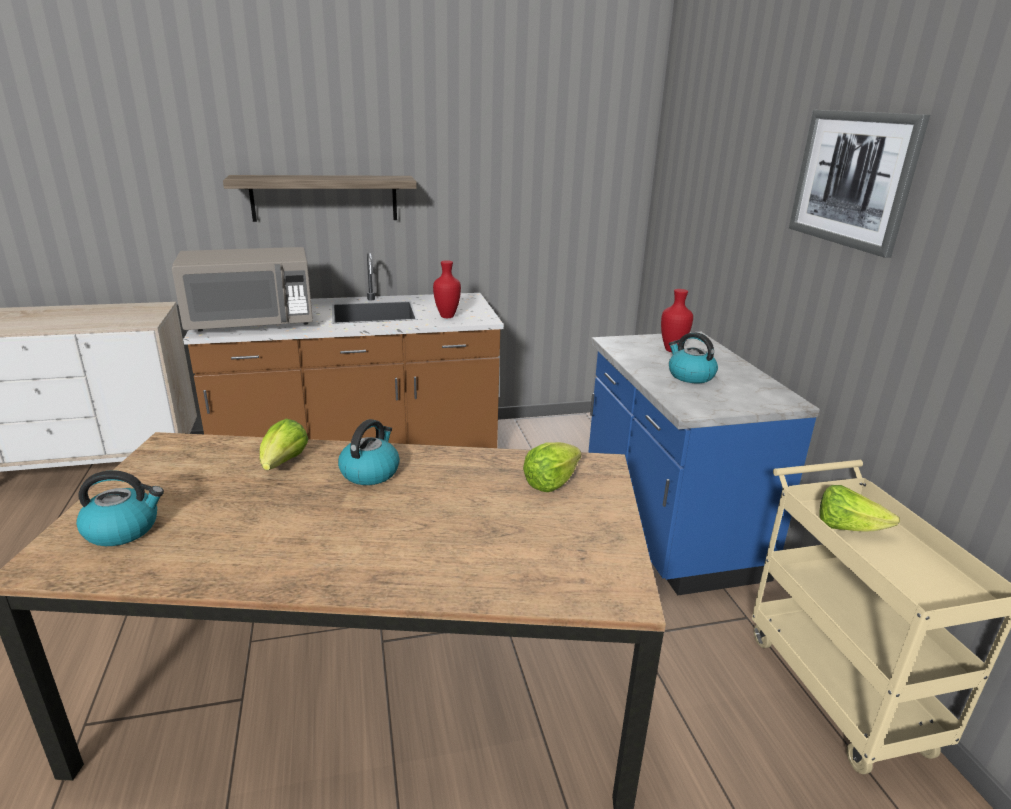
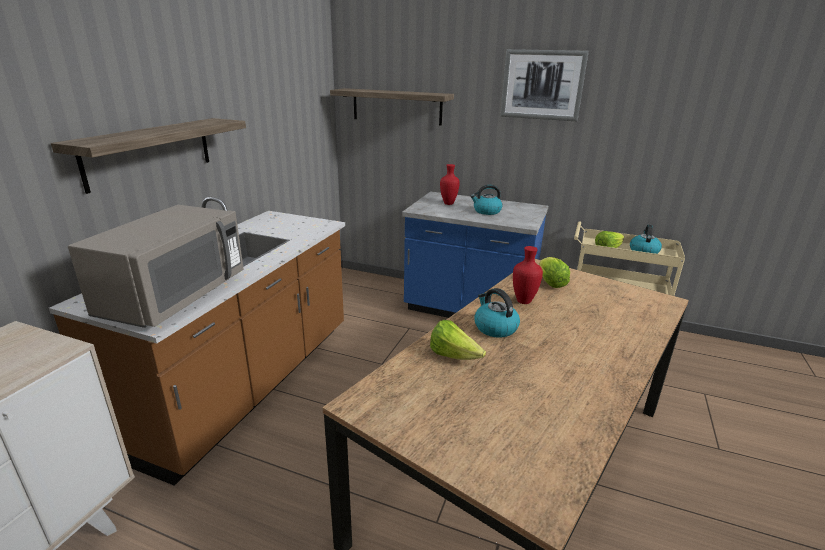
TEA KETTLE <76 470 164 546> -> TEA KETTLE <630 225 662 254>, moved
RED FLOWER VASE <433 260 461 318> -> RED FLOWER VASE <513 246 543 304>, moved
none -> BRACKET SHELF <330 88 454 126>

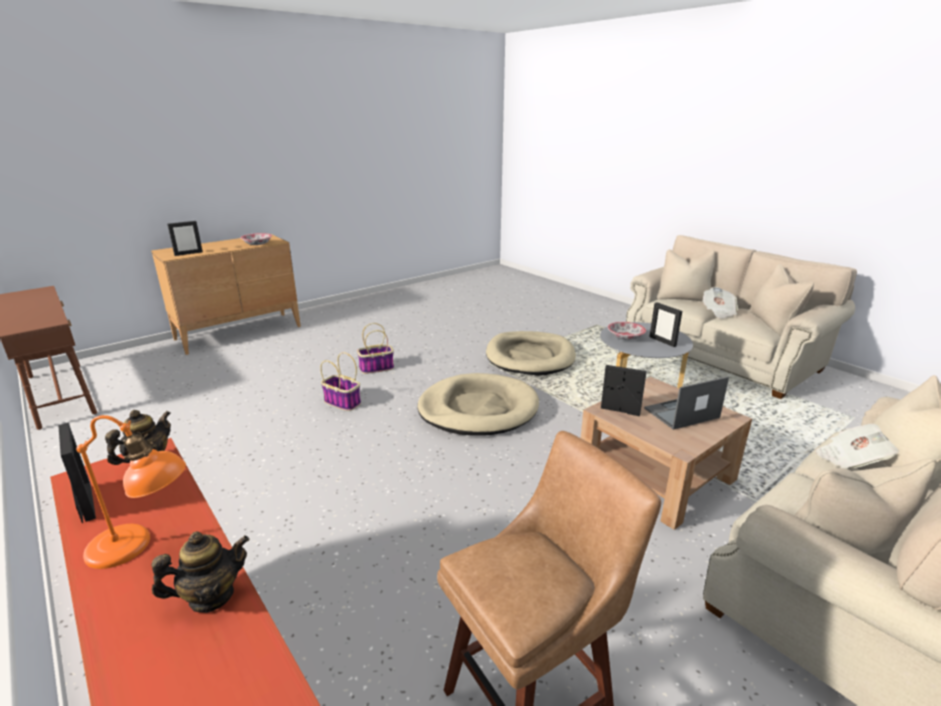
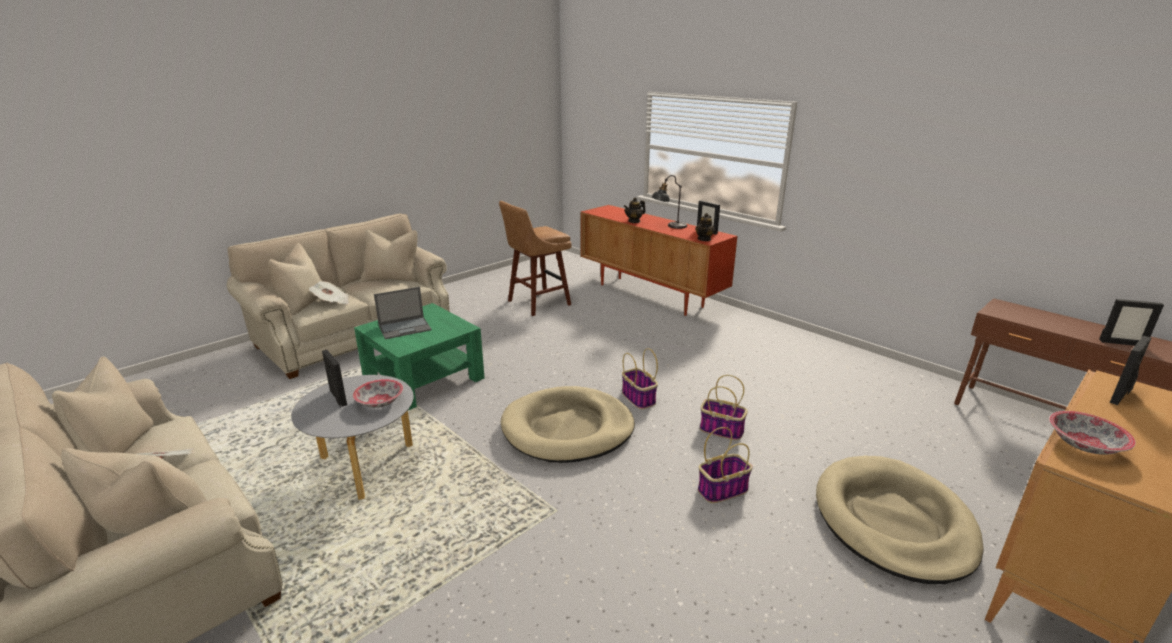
ORANGE TABLE LAMP <76 415 186 569> -> GREY TABLE LAMP <652 175 687 229>
SAND-COLOURED DOG CUSHION <486 331 576 376> -> SAND-COLOURED DOG CUSHION <816 456 984 584>, moved
BROWN-COLOURED LOUNGE TABLE <581 377 752 530> -> GREEN LOUNGE TABLE <354 303 485 410>
PHOTO FRAME <601 365 647 416> -> PHOTO FRAME <1099 299 1164 346>, moved
none -> HOUSEHOLD BASKET <622 348 658 409>

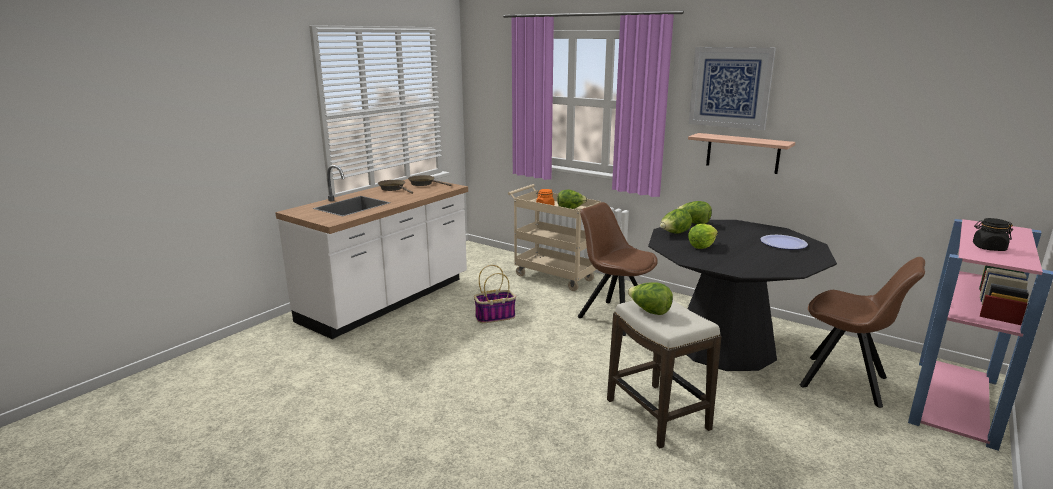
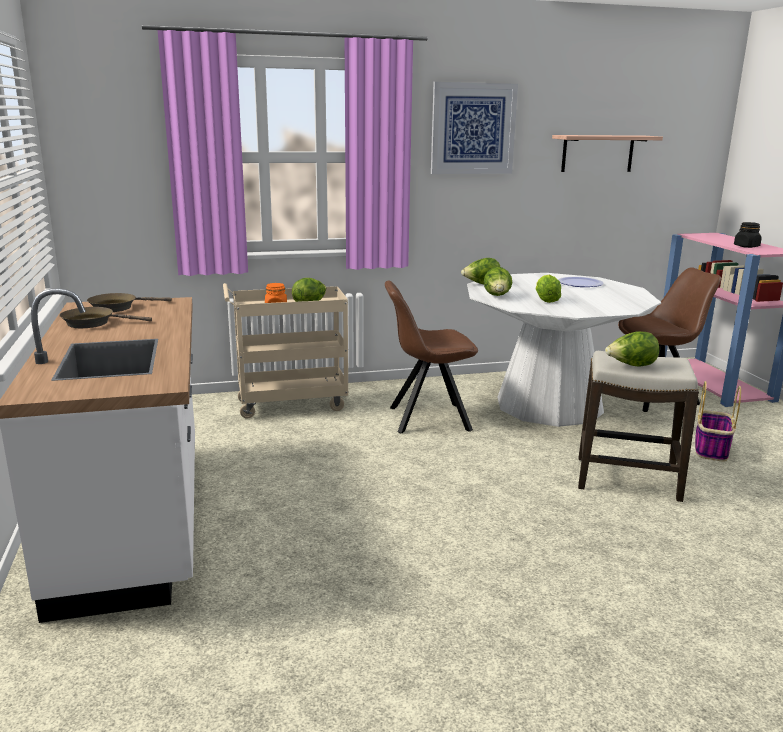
HOUSEHOLD BASKET <474 265 516 323> -> HOUSEHOLD BASKET <695 381 741 461>, moved
BLACKISH DINNER TABLE <648 220 837 371> -> WHITE DINNER TABLE <467 273 661 427>
BRACKET SHELF <688 133 795 174> -> BRACKET SHELF <552 135 663 172>, moved

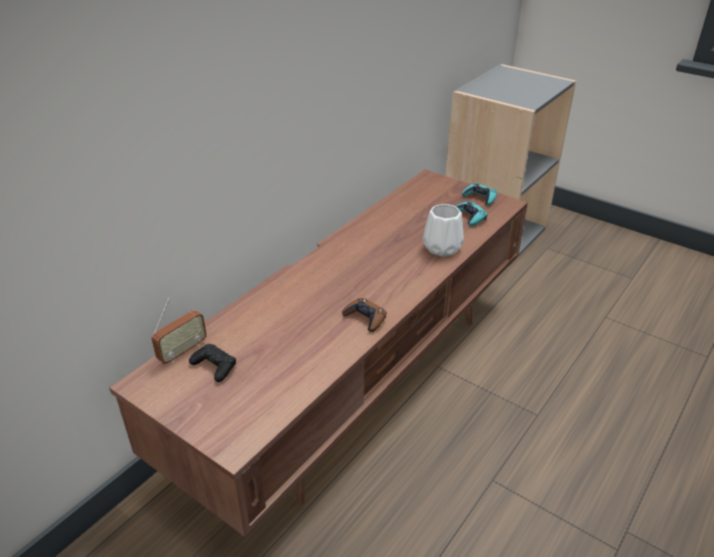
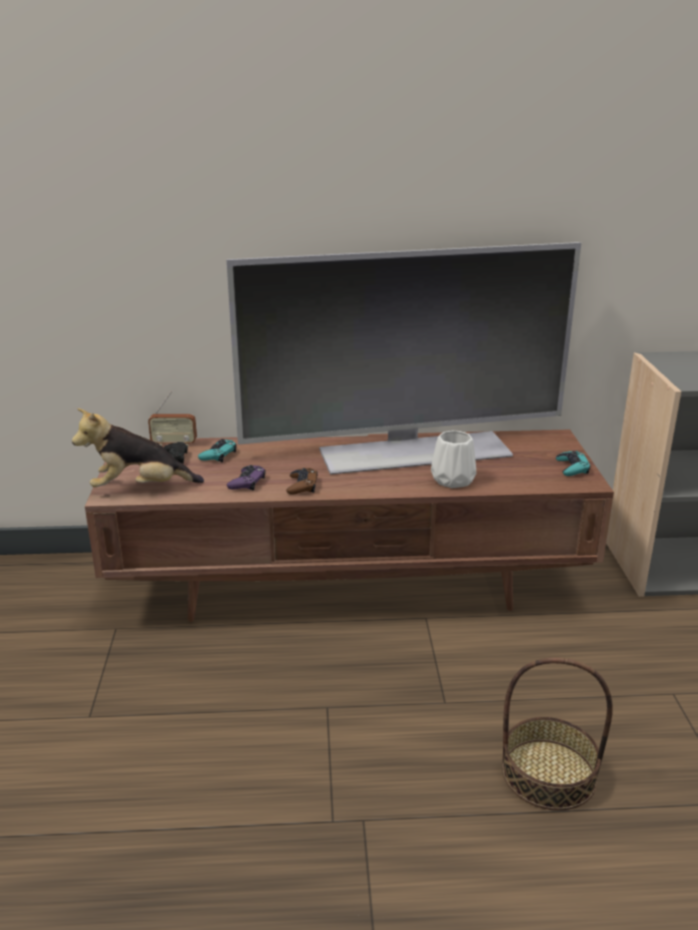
BLUE-GREEN GAME CONTROLLER <455 201 488 226> -> BLUE-GREEN GAME CONTROLLER <198 439 237 462>, moved
none -> CUDDLY TOY <72 408 204 487>
none -> TV <226 242 581 475>
none -> PURPLISH GAME CONTROLLER <227 465 265 490>
none -> HOUSEHOLD BASKET <502 658 613 811>

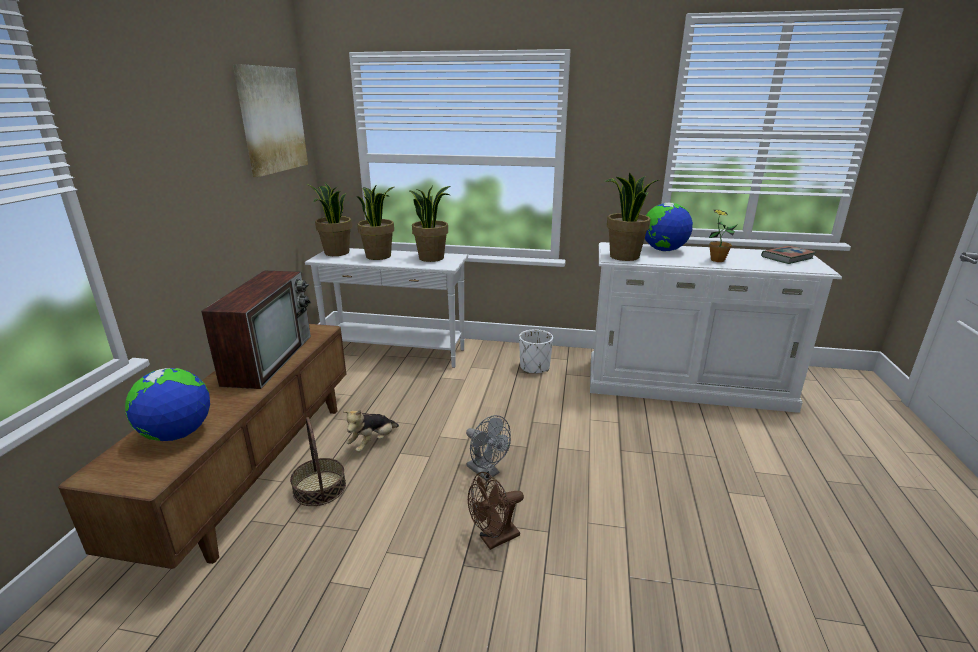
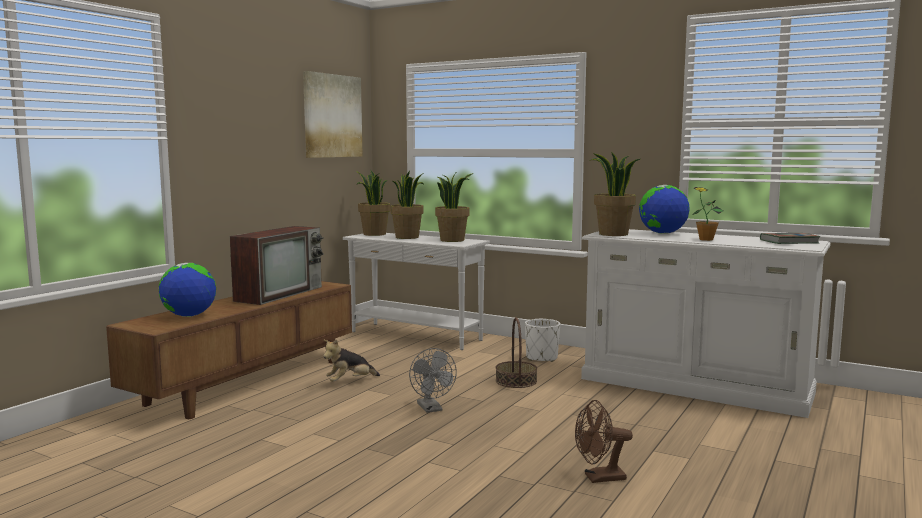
HOUSEHOLD BASKET <290 417 346 506> -> HOUSEHOLD BASKET <495 317 537 388>, moved
BROWN-COLOURED ELECTRIC FAN <468 472 524 550> -> BROWN-COLOURED ELECTRIC FAN <575 400 633 483>, moved

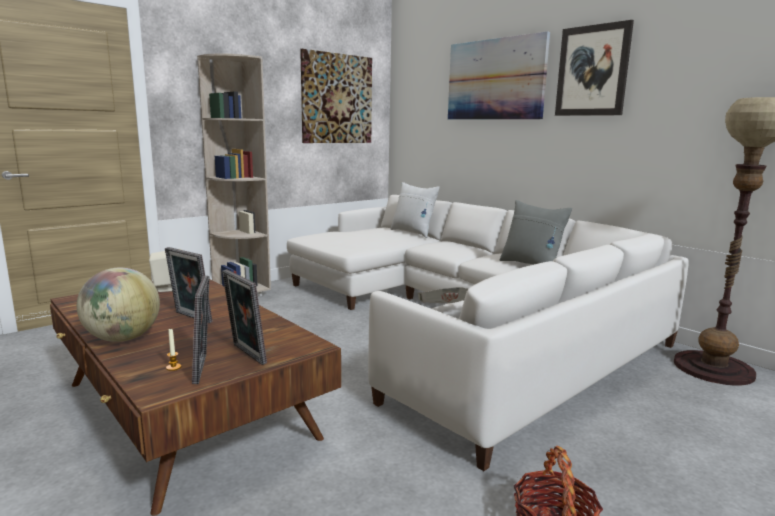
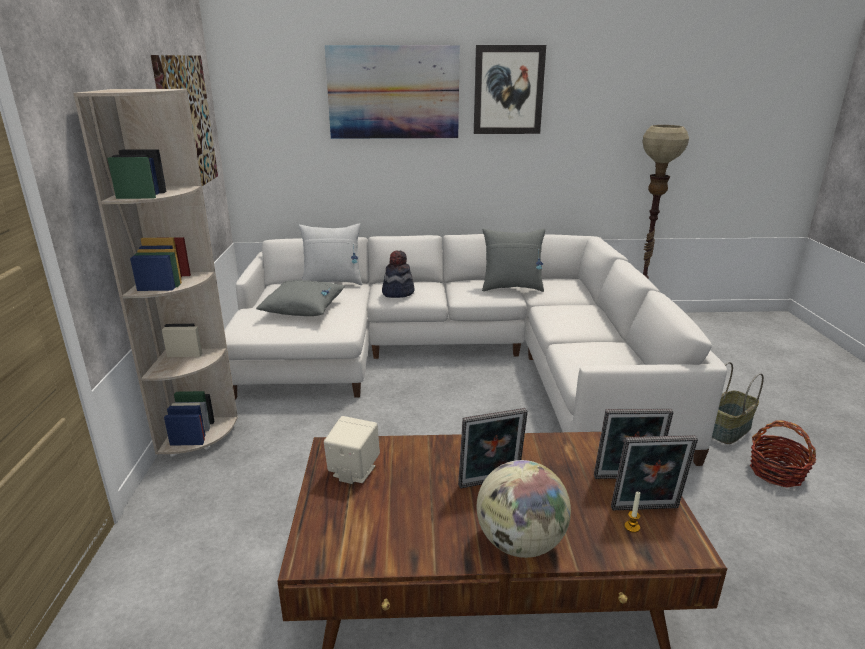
PHOTO FRAME <192 276 209 384> -> PHOTO FRAME <611 435 698 511>, 150 degrees clockwise
DAILY PAPER <417 287 468 303> -> none
none -> GREY CUSHION <256 280 345 316>
none -> HAT <382 251 415 298>
none -> HOUSEHOLD BASKET <712 362 764 444>

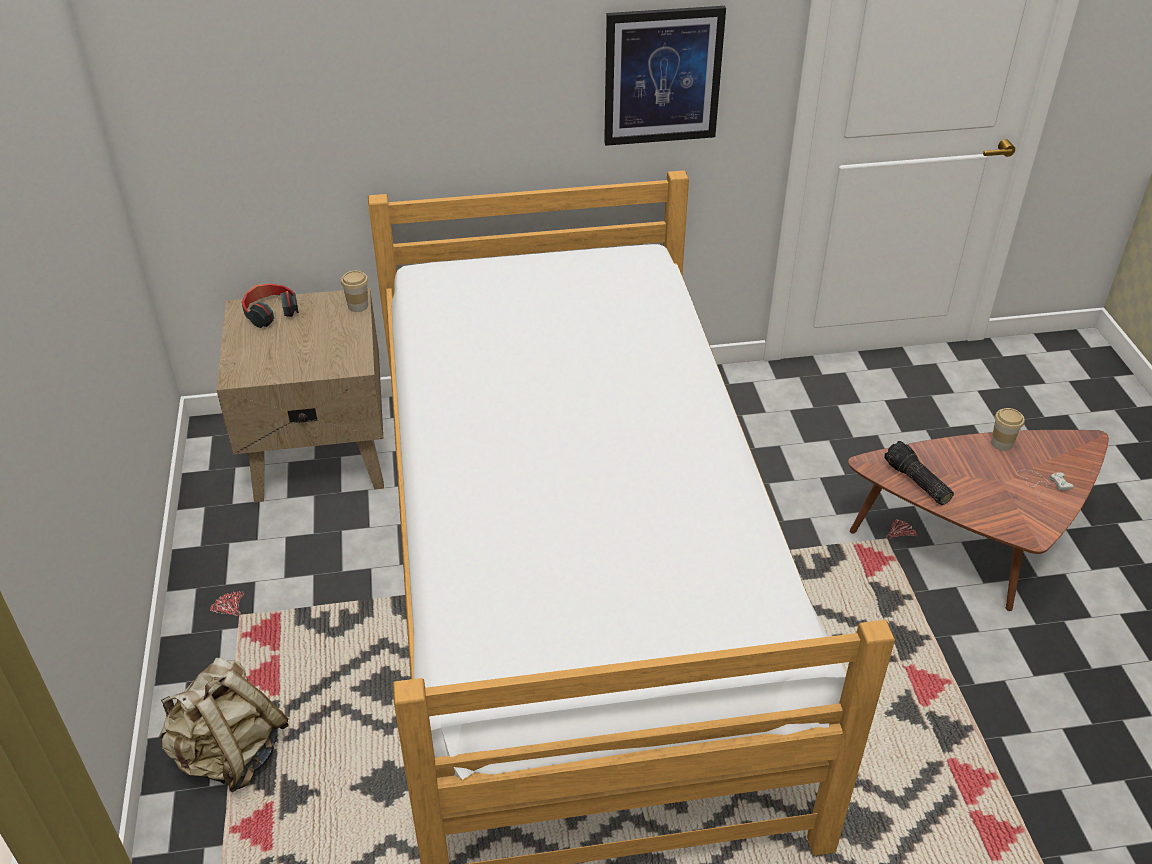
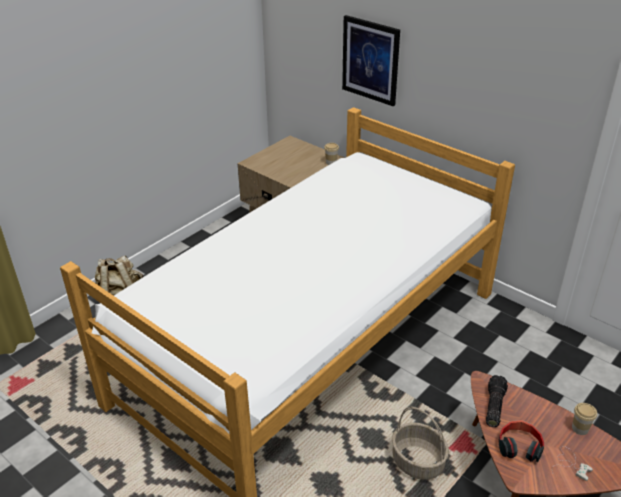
HEADPHONES <241 283 299 328> -> HEADPHONES <498 420 544 462>, moved
PICTURE <604 6 726 146> -> PICTURE <342 15 400 106>, moved
none -> HOUSEHOLD BASKET <392 407 449 480>

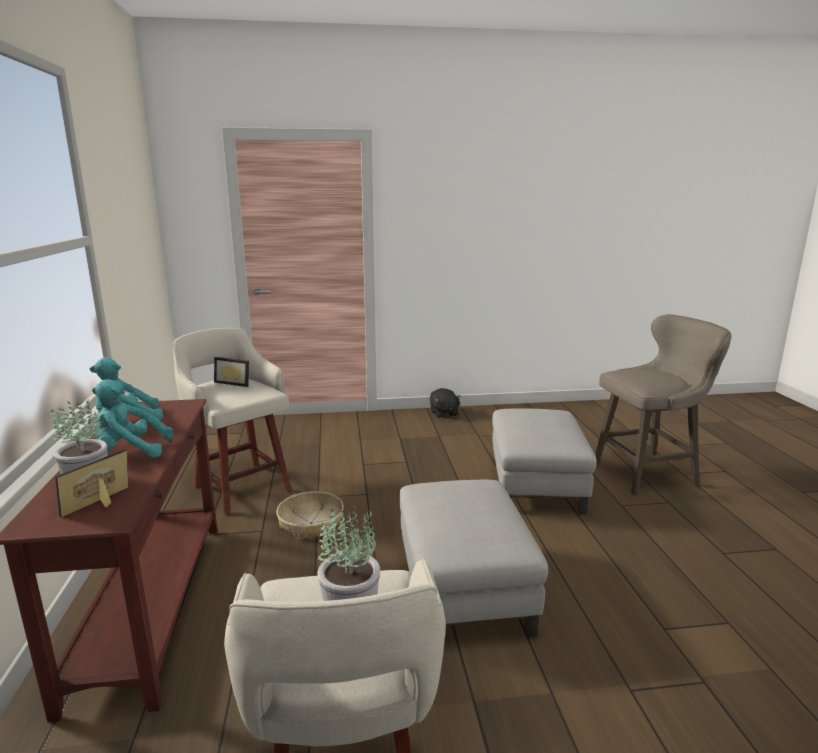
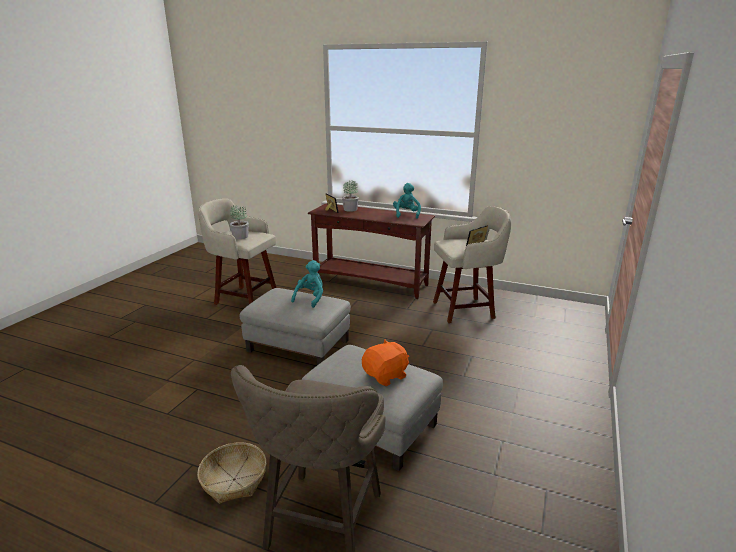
BLUE-GREEN CUDDLY TOY <92 379 173 458> -> BLUE-GREEN CUDDLY TOY <291 260 323 308>, moved
HOUSEHOLD BASKET <277 491 344 540> -> HOUSEHOLD BASKET <197 442 266 504>, moved
BLACKISH CUDDLY TOY <430 388 462 418> -> none
none -> ORANGE CUDDLY TOY <362 339 409 386>

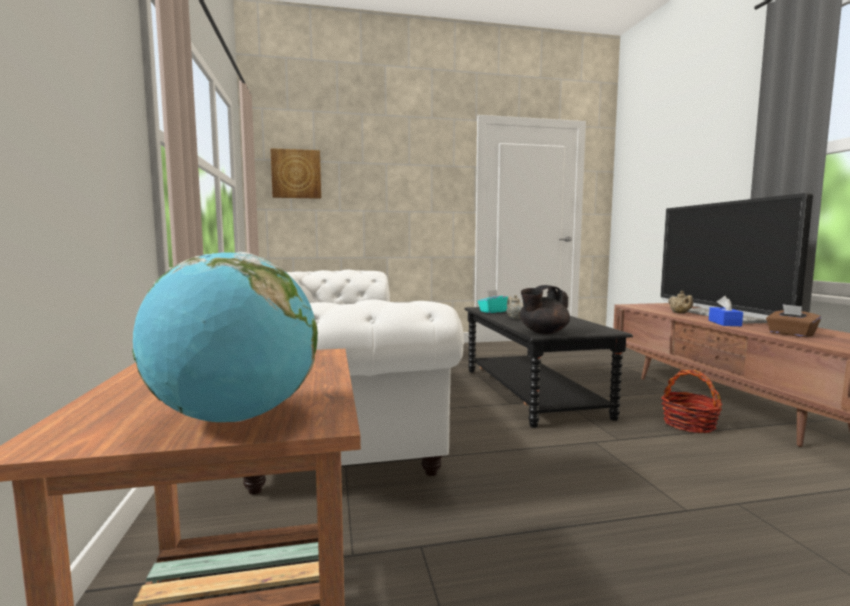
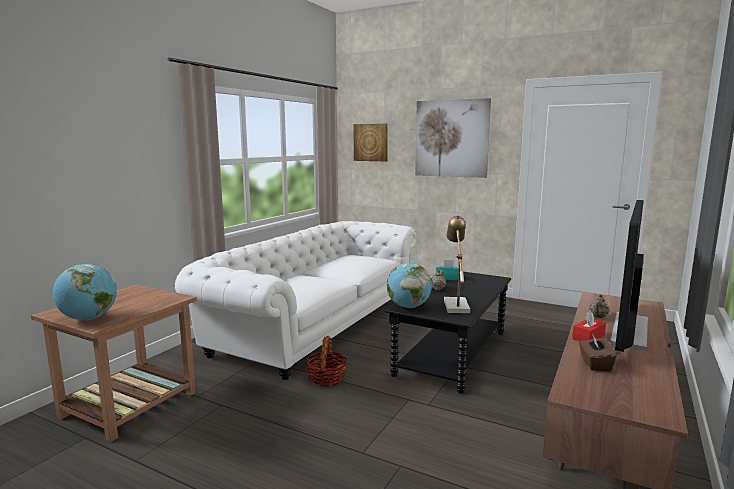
BLACKISH TEAPOT <520 285 570 334> -> WORLD GLOBE <387 263 432 308>
HOUSEHOLD BASKET <661 370 722 433> -> HOUSEHOLD BASKET <305 336 347 387>, moved
BLUE BOX OF TISSUES <709 296 743 326> -> RED BOX OF TISSUES <572 311 606 341>
none -> PICTURE <415 98 491 178>
none -> TABLE LAMP <444 215 470 313>

